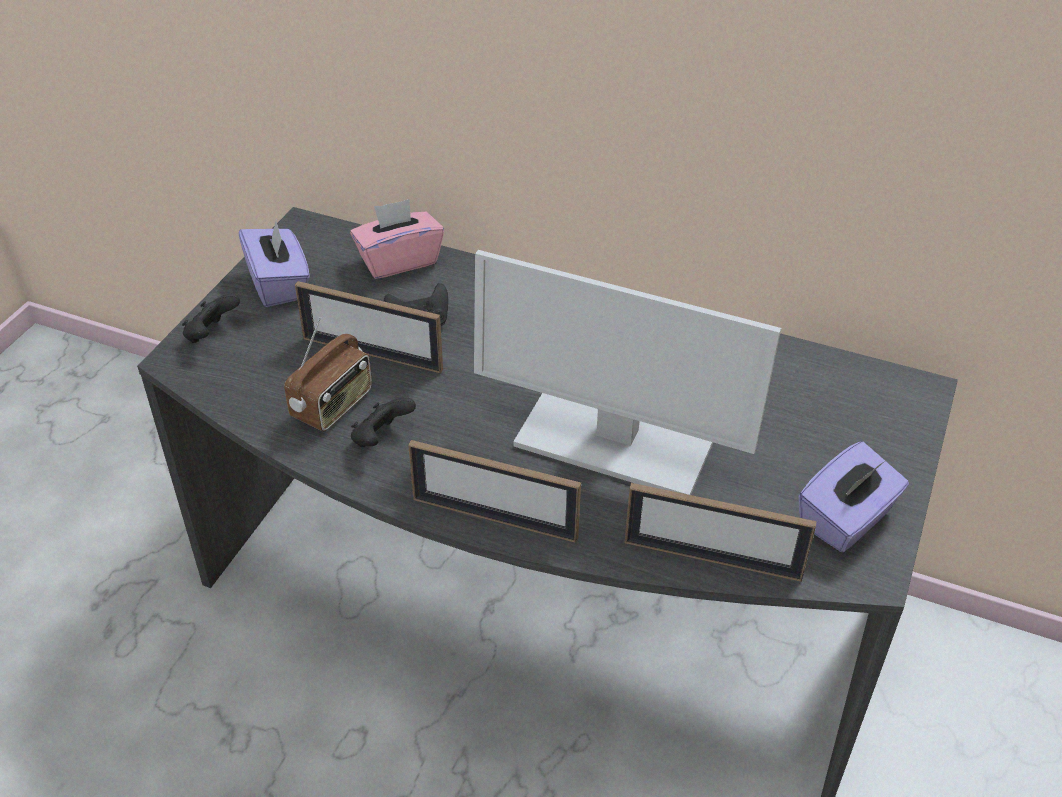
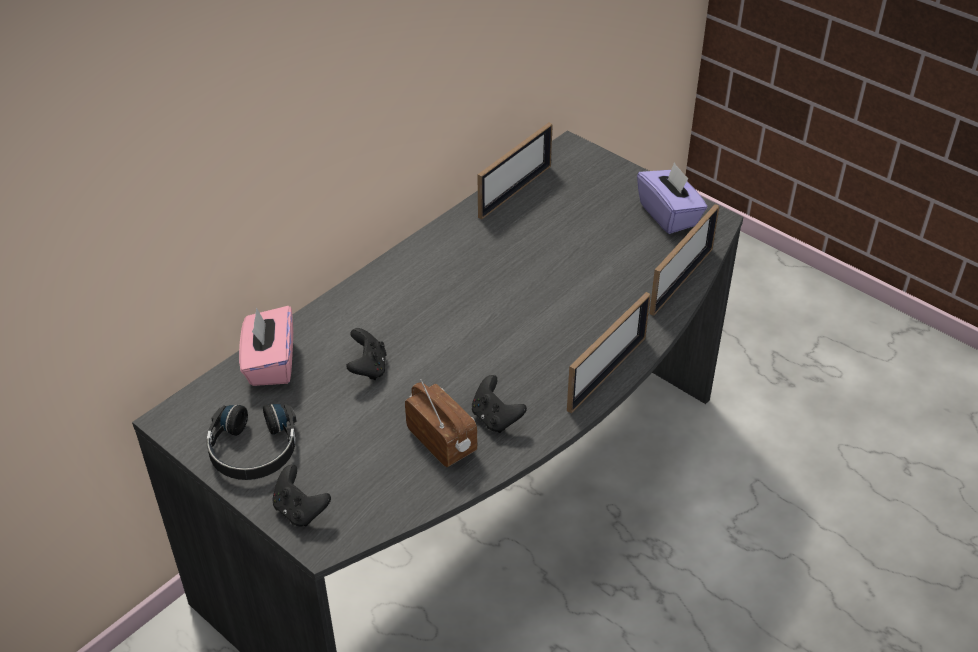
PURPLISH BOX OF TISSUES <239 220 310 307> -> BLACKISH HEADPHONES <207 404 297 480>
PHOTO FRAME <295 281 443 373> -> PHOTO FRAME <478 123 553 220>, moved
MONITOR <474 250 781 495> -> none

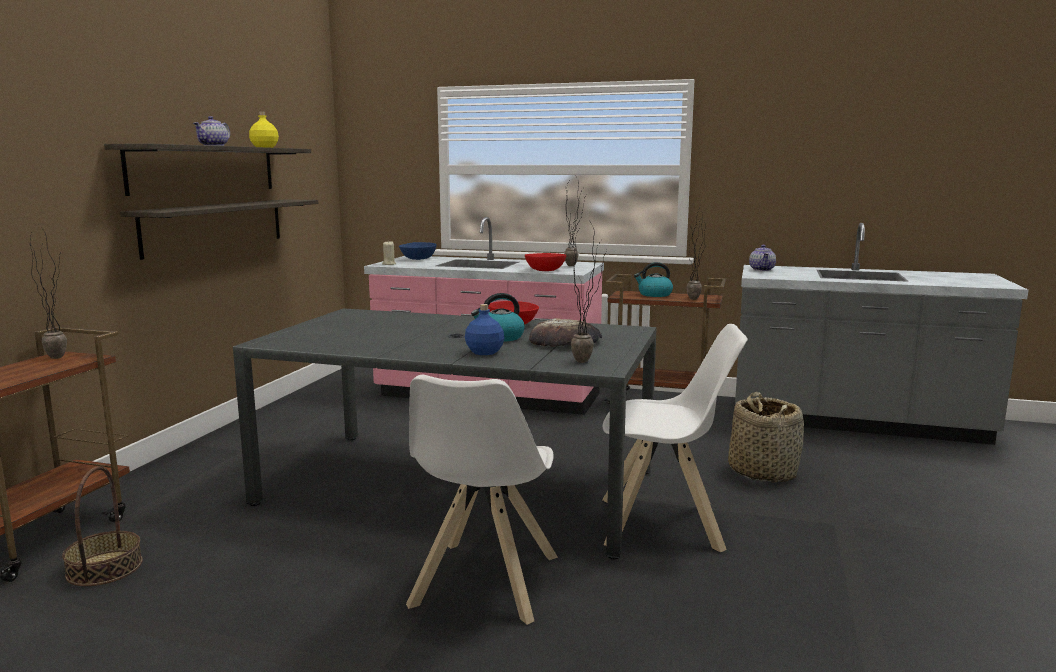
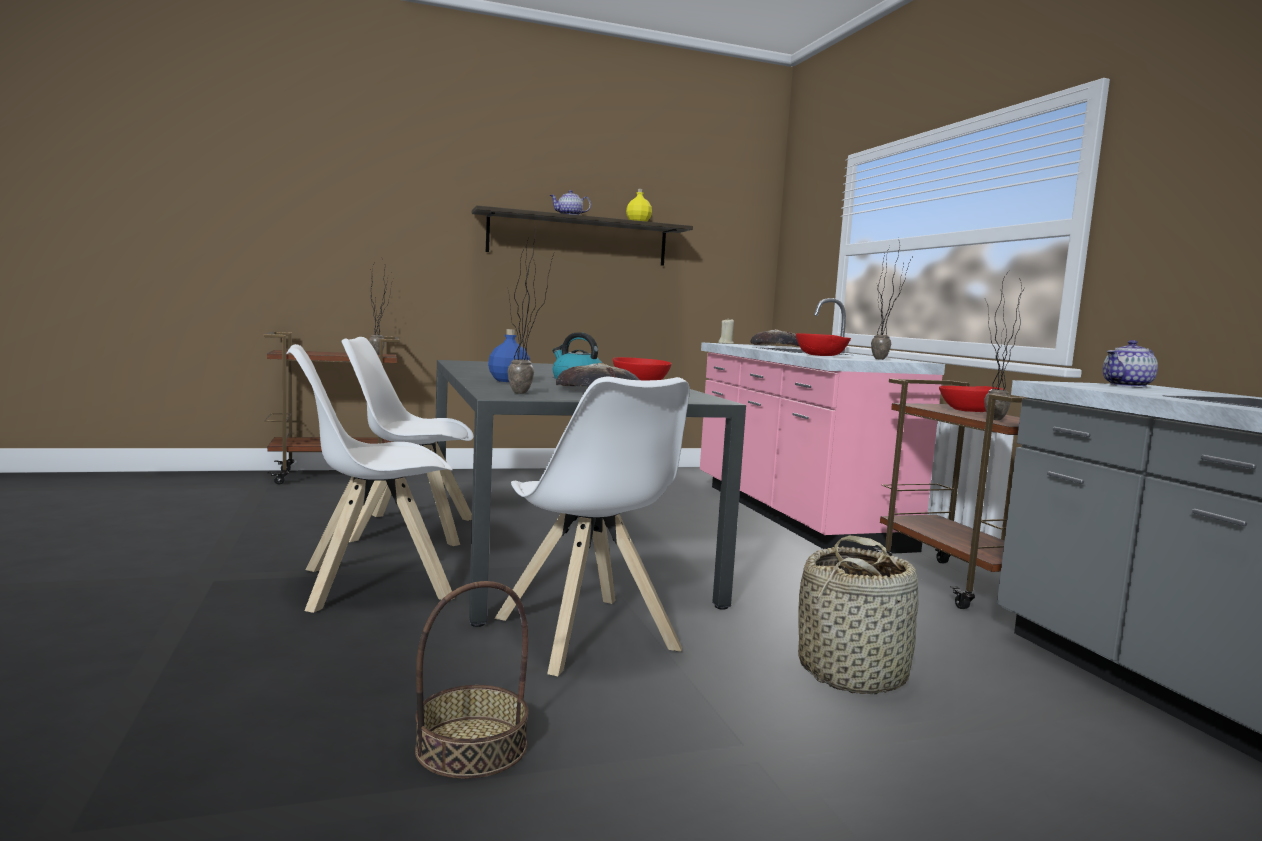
HOUSEHOLD BASKET <62 466 143 586> -> HOUSEHOLD BASKET <415 581 529 779>, moved
BRACKET SHELF <120 199 318 260> -> none
BLUE SERVING BOWL <399 242 437 260> -> BAKED BREAD <751 329 799 346>
TEA KETTLE <634 262 673 297> -> RED SERVING BOWL <939 386 1005 412>
none -> WHITE PLAIN CHAIR <341 337 474 546>

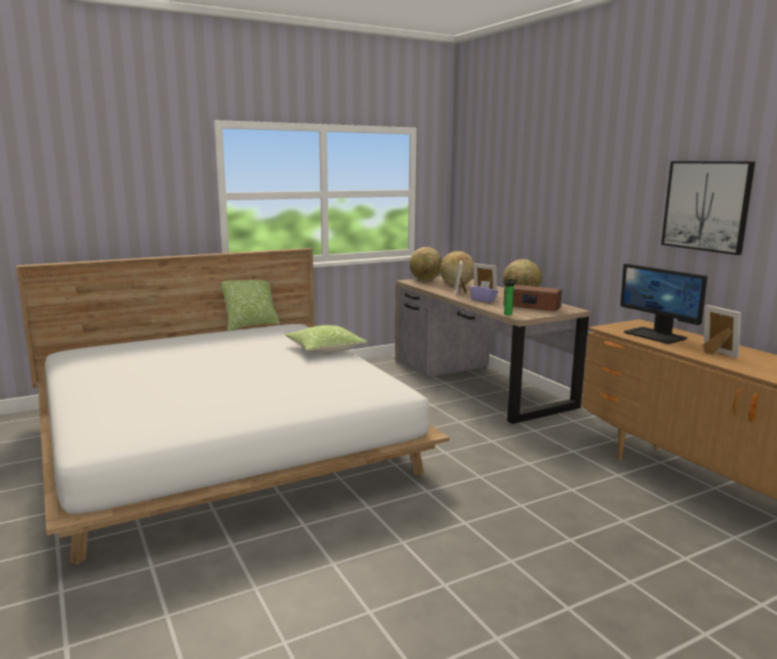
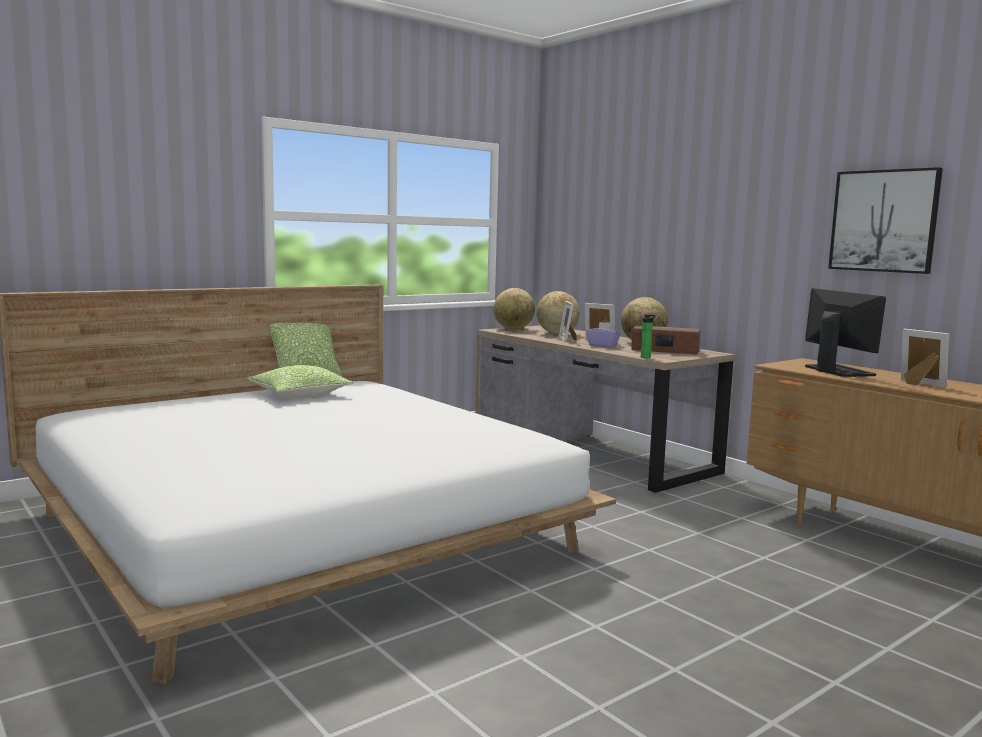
CUSHION <285 325 367 353> -> CUSHION <247 365 353 397>, moved
MONITOR <620 264 707 344> -> MONITOR <805 288 886 377>, 150 degrees counterclockwise

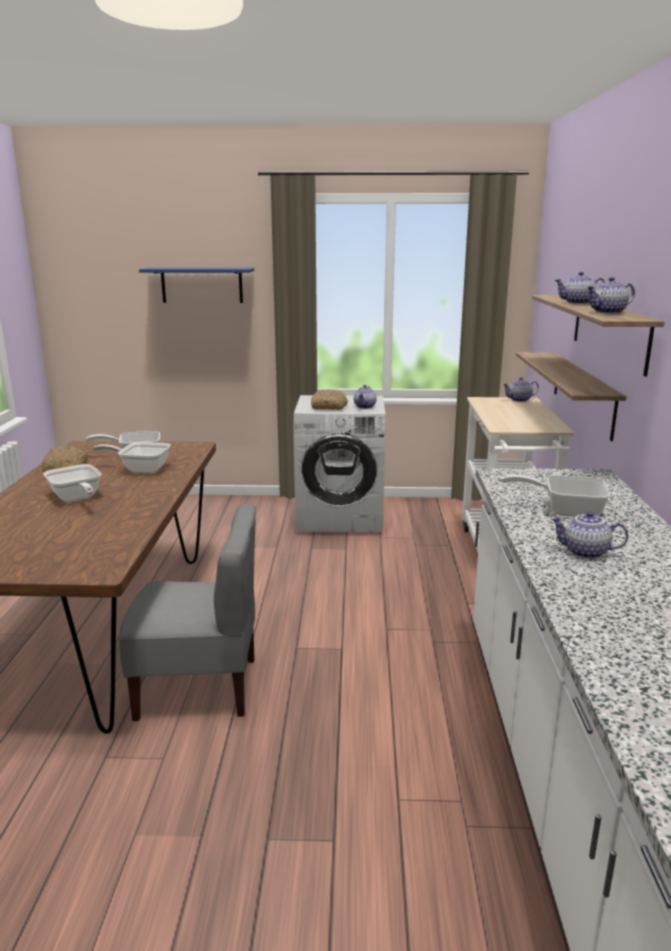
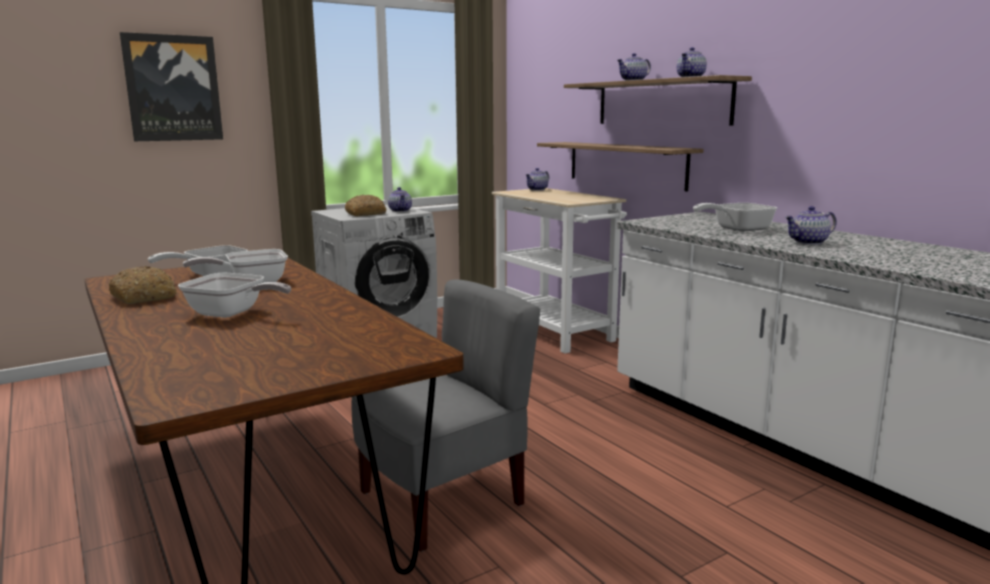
BLUE BRACKET SHELF <139 268 254 303> -> PICTURE <120 32 223 141>

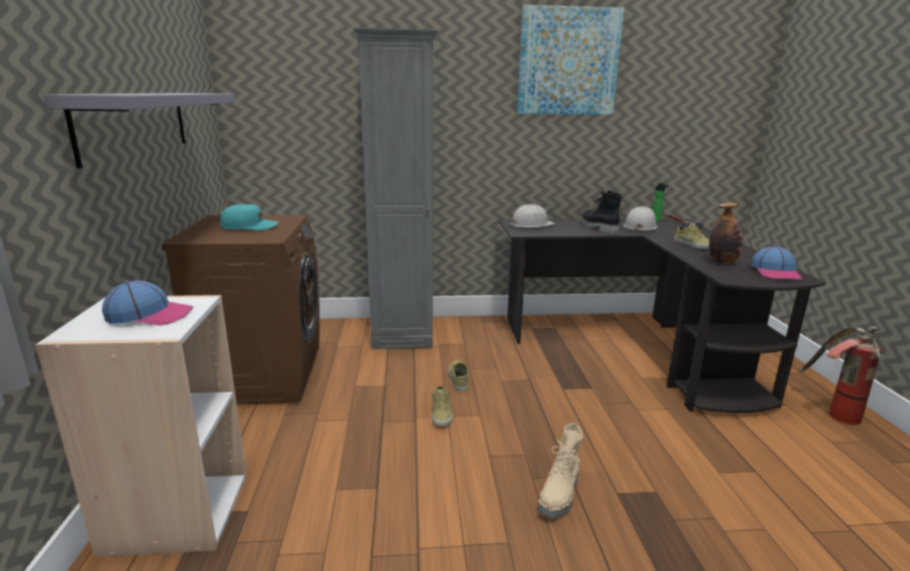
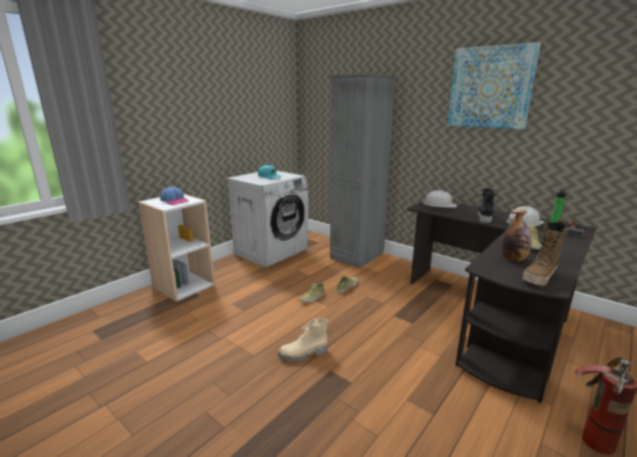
GREY BRACKET SHELF <44 93 235 168> -> none
BROWN-COLOURED WASHING MACHINE <161 215 320 405> -> WHITE WASHING MACHINE <227 171 308 267>
PEAKED CAP <751 246 802 280> -> HIGH-TOP BOOT <522 219 567 286>

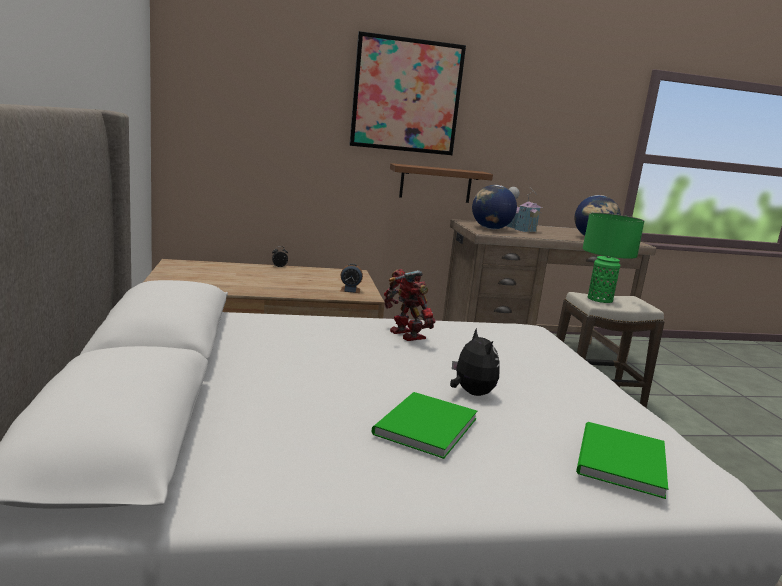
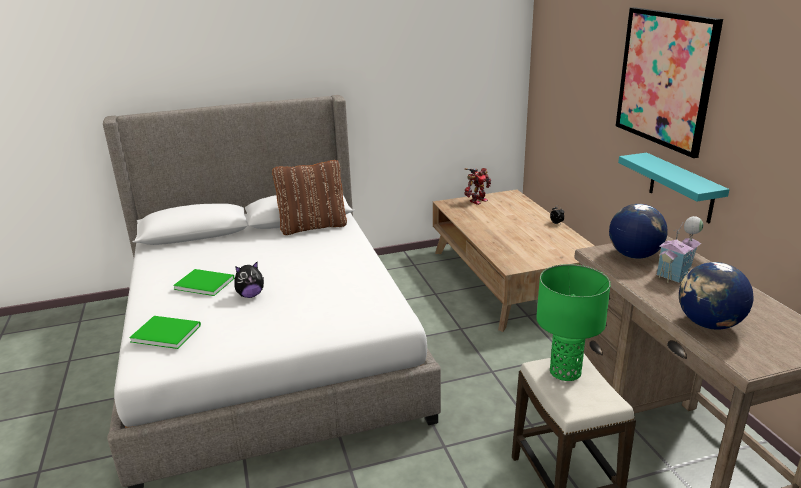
BEDSIDE CLOCK <341 263 363 293> -> none
ROBOT FIGURE <384 269 436 341> -> ROBOT FIGURE <464 168 491 205>, moved
BROWN-COLOURED BRACKET SHELF <390 163 493 203> -> BLUE-GREEN BRACKET SHELF <618 153 730 223>
none -> BROWN-COLOURED CUSHION <272 160 347 235>

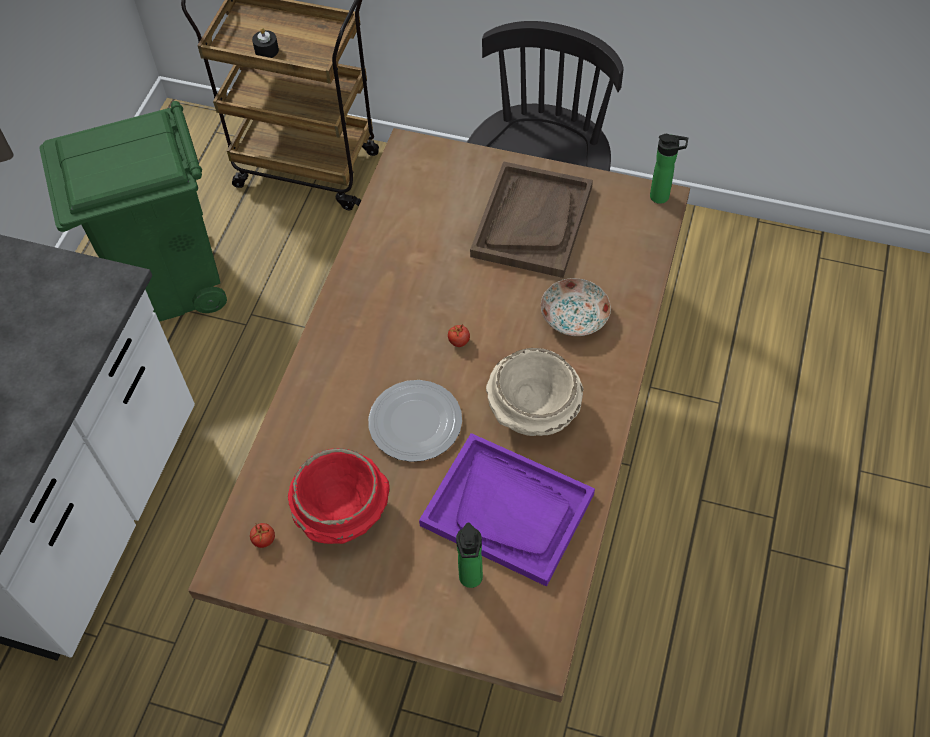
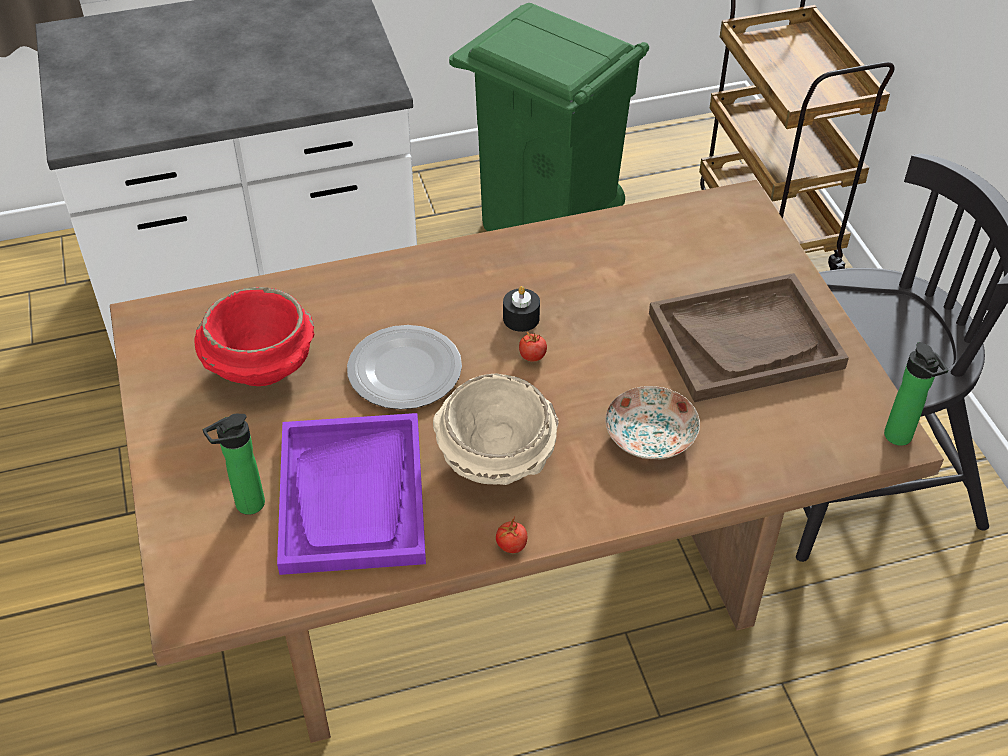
TOMATO <250 523 275 548> -> TOMATO <496 517 527 553>, moved
BLACKISH WAX CANDLE <252 28 279 58> -> BLACKISH WAX CANDLE <503 286 540 332>, moved

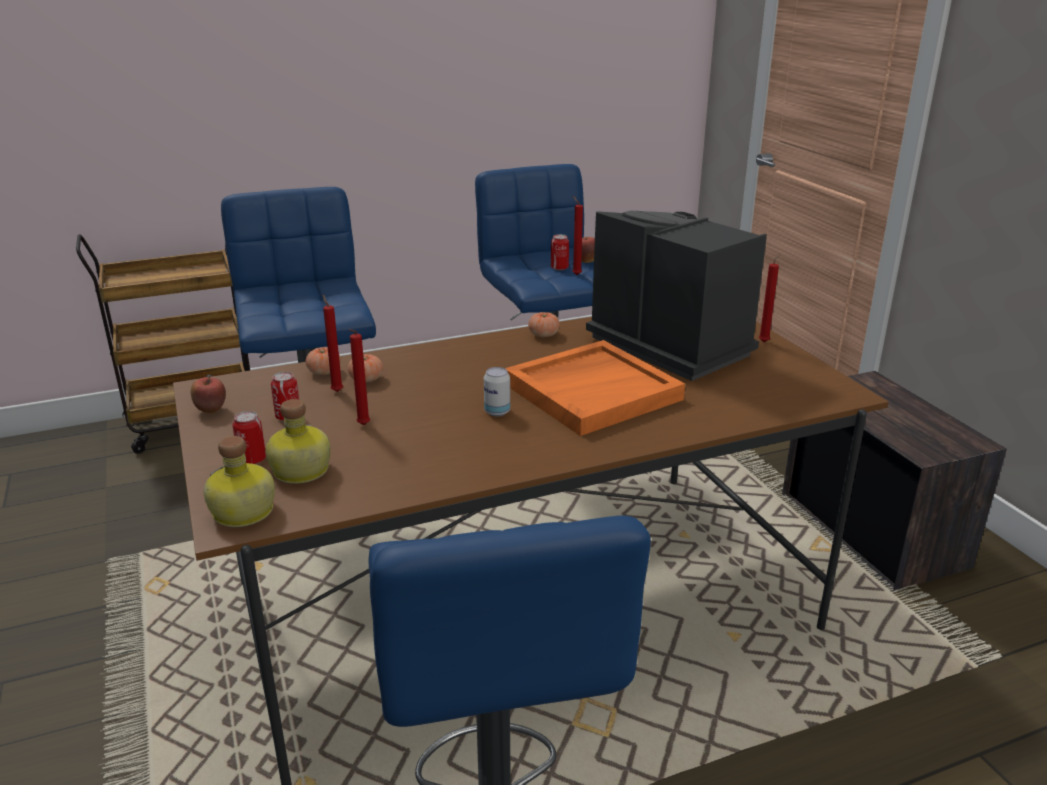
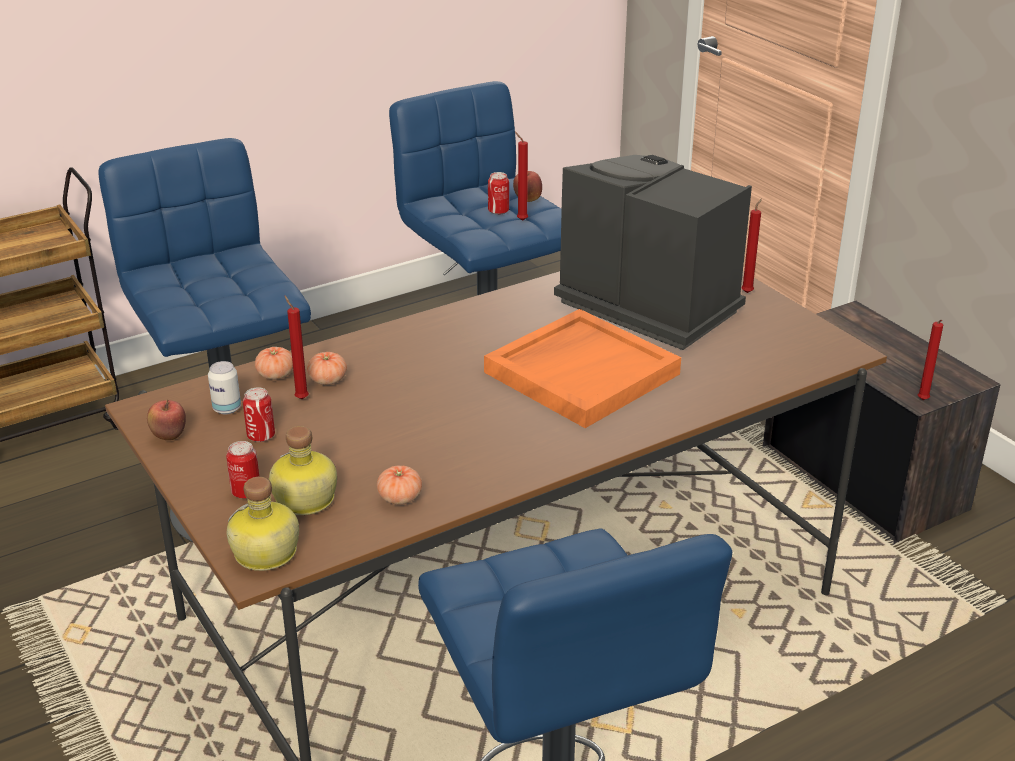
RED WAX CANDLE <349 329 370 425> -> RED WAX CANDLE <918 320 943 400>, moved
SEALED CAN <484 367 510 416> -> SEALED CAN <208 361 241 415>, moved
TOMATO <528 312 560 337> -> TOMATO <377 465 422 504>, moved

